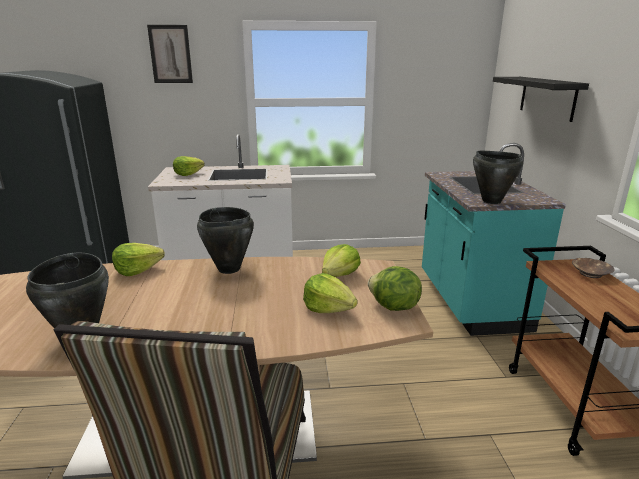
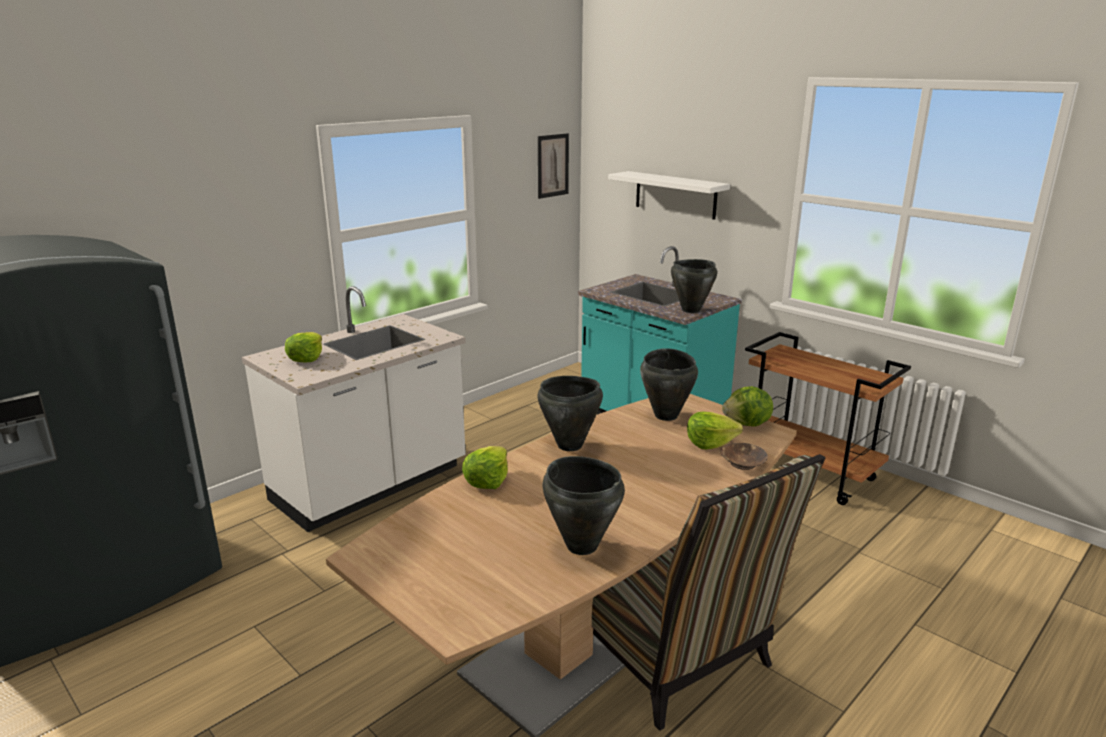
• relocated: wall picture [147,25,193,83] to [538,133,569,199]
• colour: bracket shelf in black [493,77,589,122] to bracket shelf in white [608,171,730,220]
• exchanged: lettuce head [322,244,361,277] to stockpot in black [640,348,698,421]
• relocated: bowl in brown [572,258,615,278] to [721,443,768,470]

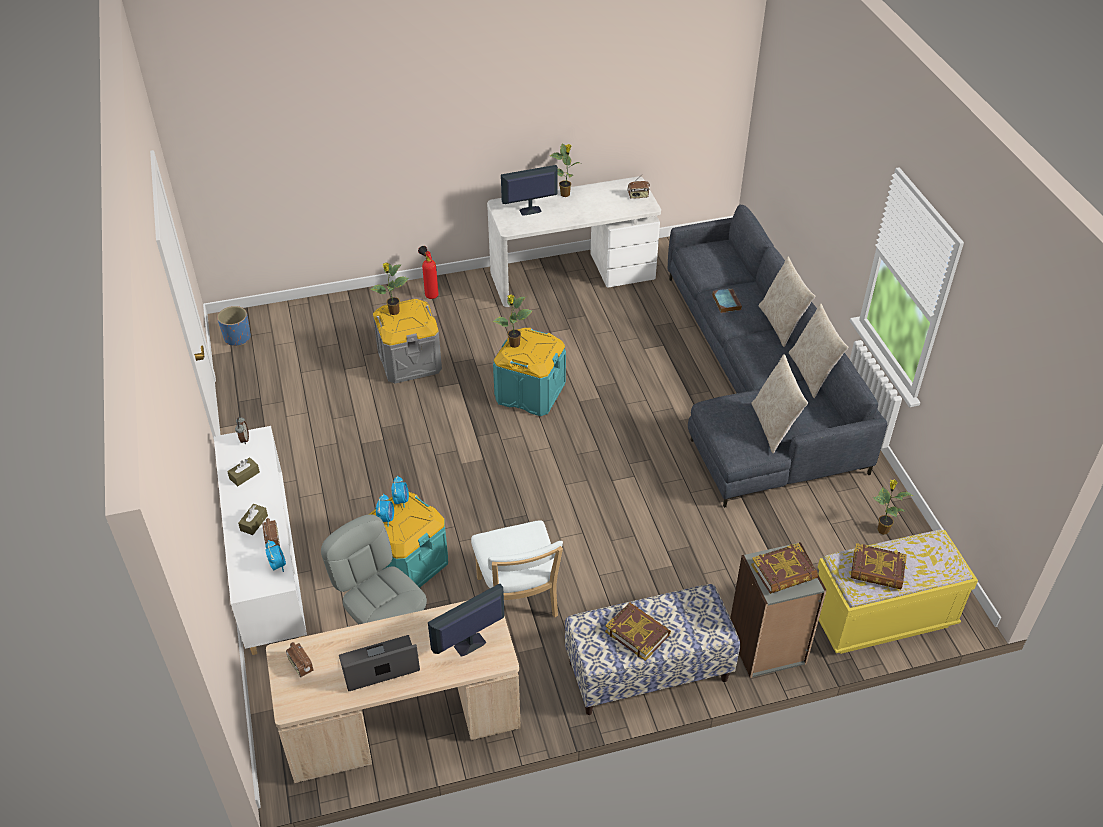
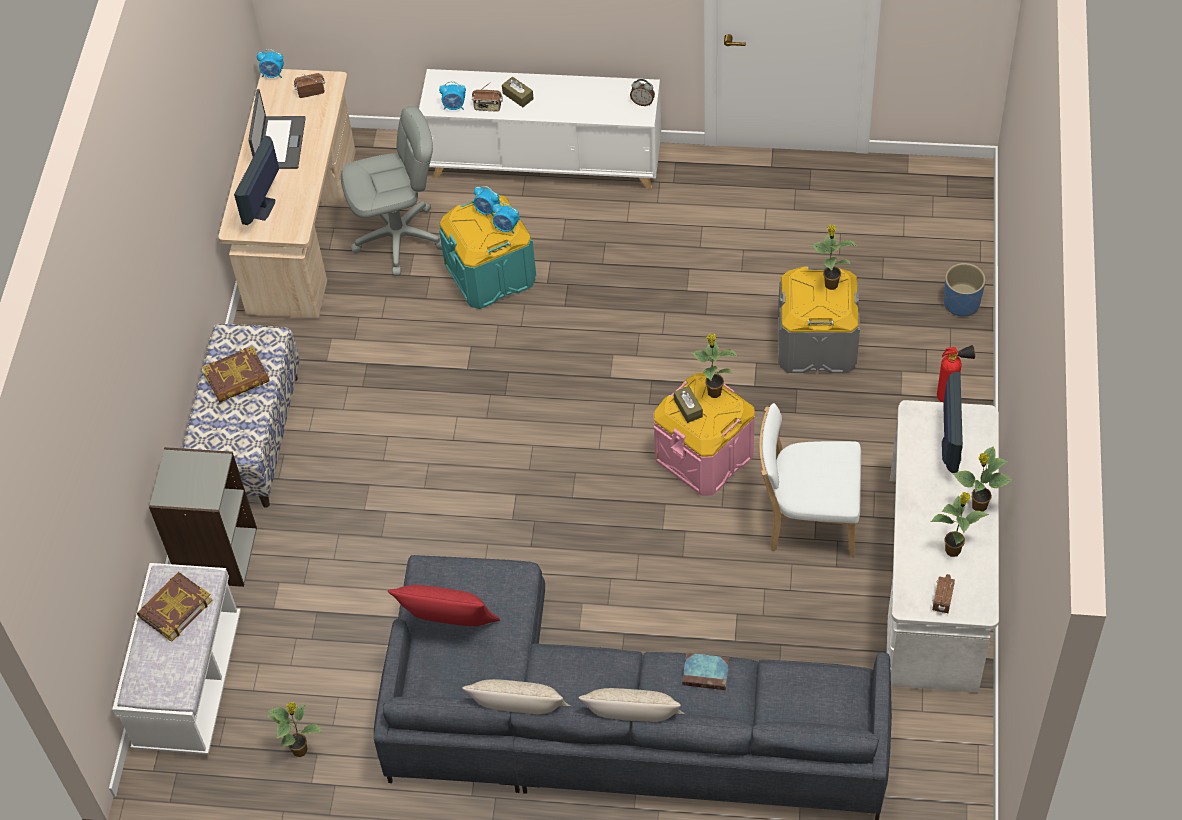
• relocated: flower pot in bluish [217,306,251,346] to [944,263,986,317]
• colour: storage box in turquoise [493,328,566,416] to storage box in pink-coloured [654,373,755,496]
• colour: throw pillow in sand-coloured [751,354,808,453] to throw pillow in red [388,585,500,626]
• relocated: box of tissues in brown [227,457,260,486] to [674,386,703,423]
• relocated: upright chair in white [471,520,563,617] to [759,403,861,556]
• colour: bench in yellow-coloured [818,529,978,654] to bench in white [112,563,241,755]
• missing: book [751,543,818,594]
• spun: computer display [428,584,504,656] = [234,136,279,225] 150 degrees counterclockwise
• appeared: alarm clock [257,49,284,78]
• appeared: potted plant [931,492,989,557]

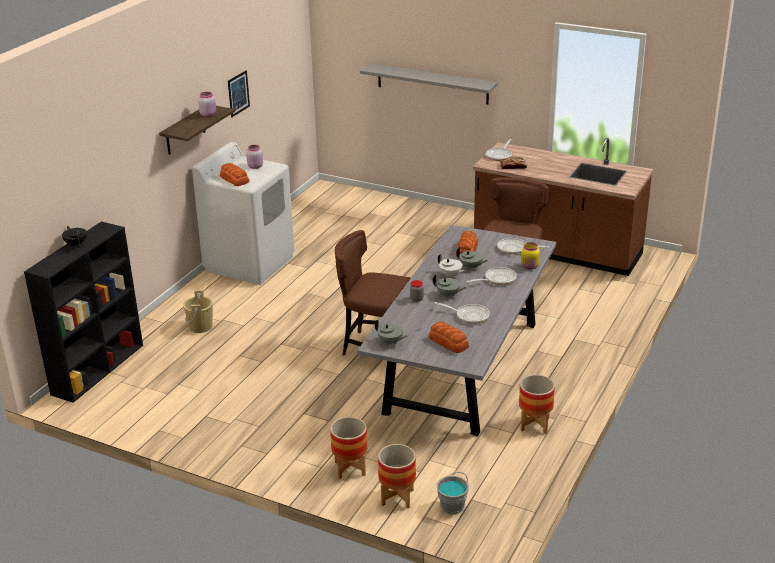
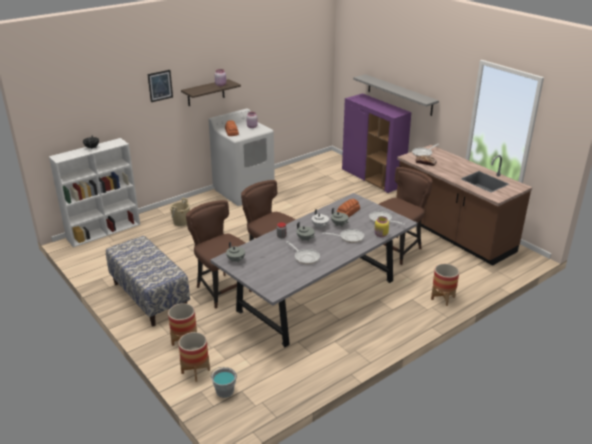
• relocated: wall picture [228,70,250,117] to [147,70,173,102]
• colour: bookshelf in black [24,221,143,403] to bookshelf in white [49,138,140,247]
• missing: bakery bread [429,322,469,353]
• relocated: flower pot [519,375,555,434] to [431,264,459,306]
• appeared: cupboard in purplish [342,93,411,193]
• appeared: upright chair in brown [186,200,252,309]
• appeared: bench [106,236,190,326]

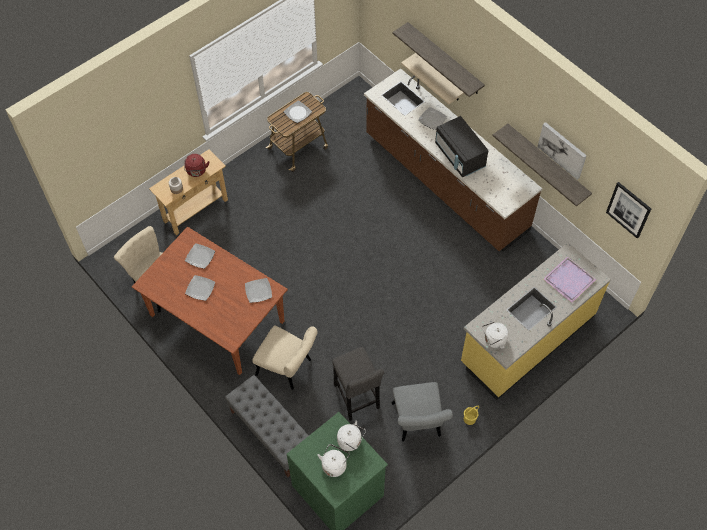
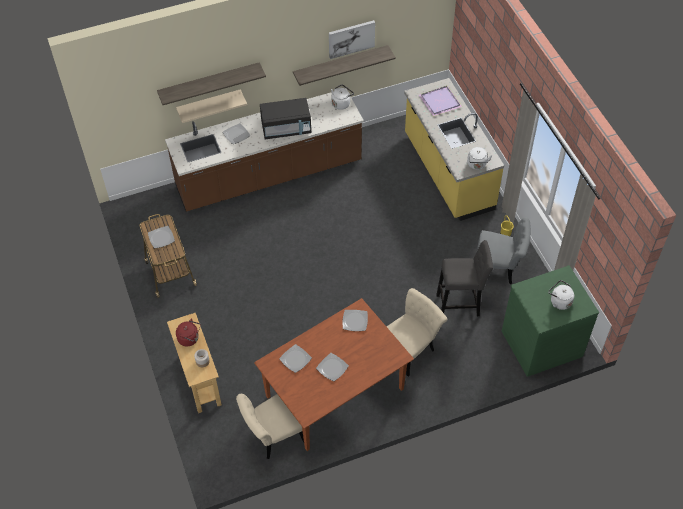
• missing: wall picture [606,182,651,239]
• missing: bench in greyish [225,375,309,477]
• relocated: tea kettle in white [337,420,366,451] to [331,84,354,110]

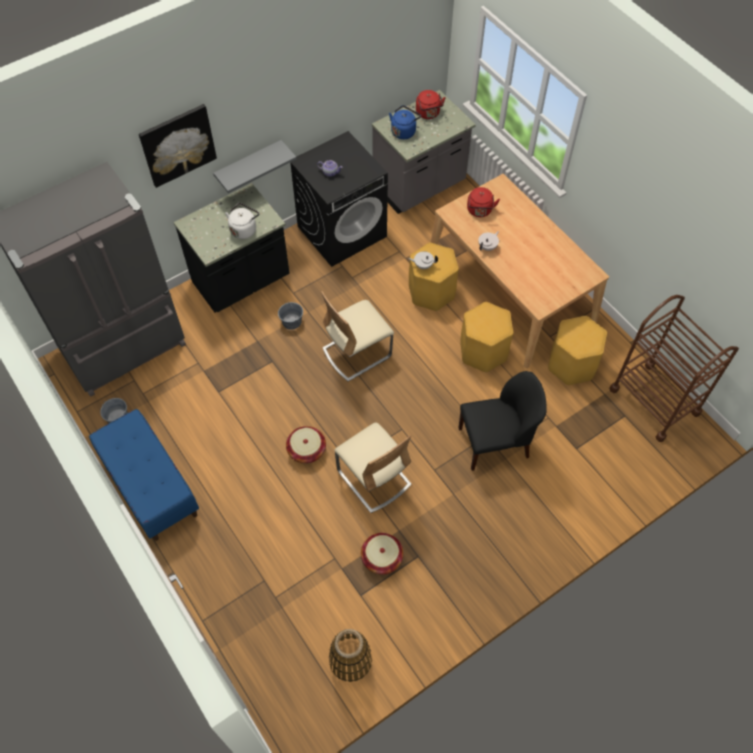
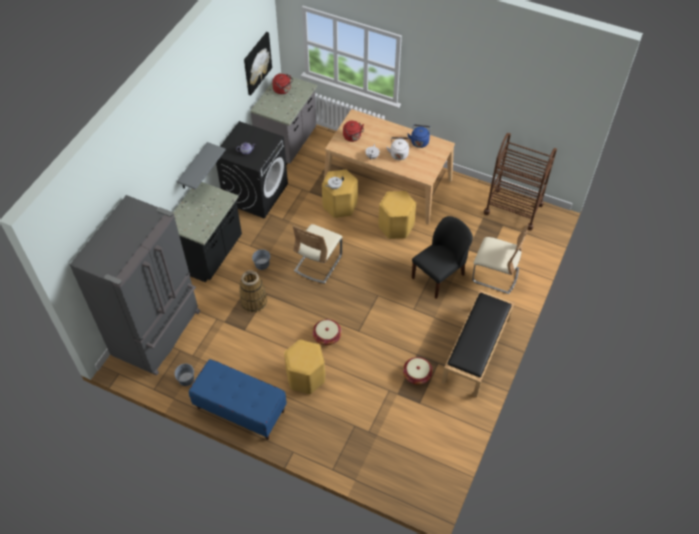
• relocated: wall picture [139,104,217,188] to [244,32,272,96]
• relocated: tea kettle in bluish [389,105,421,139] to [407,125,430,148]
• relocated: tea kettle in white [225,203,259,239] to [387,137,409,160]
• relocated: stool in yellow-coloured [548,316,607,385] to [284,339,325,394]
• relocated: upright chair in sand-coloured [334,422,412,513] to [472,224,528,294]
• relocated: household basket [329,629,372,682] to [239,270,267,313]
• appeared: bench in black [441,290,514,397]

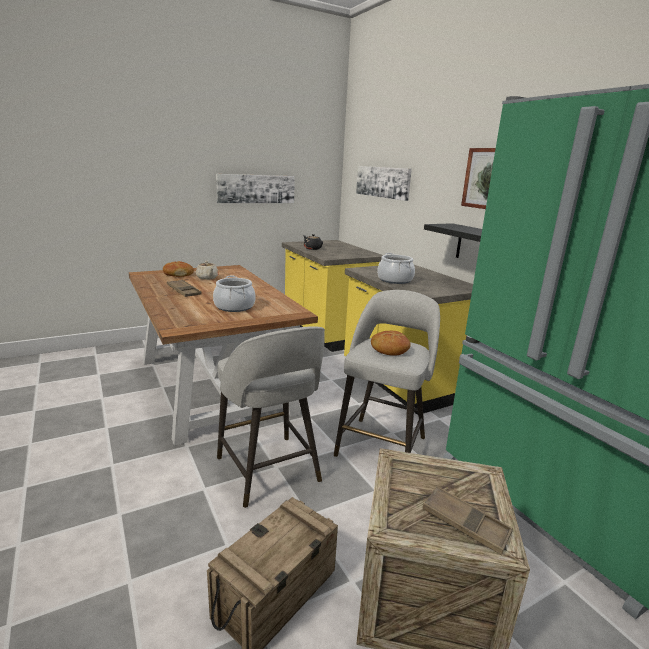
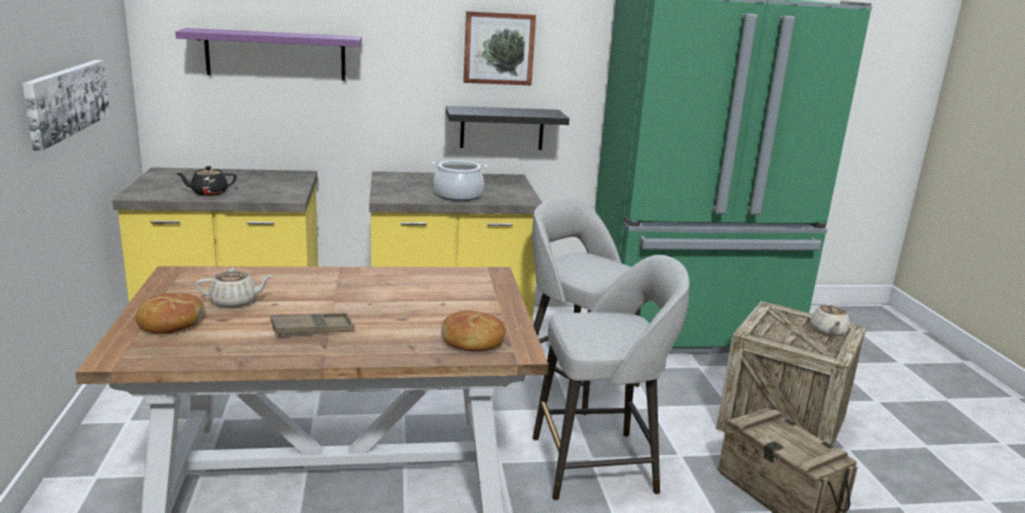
• exchanged: wall picture [356,166,412,201] to bracket shelf in purplish [175,28,362,80]
• missing: stockpot [213,276,256,312]
• relocated: bakery bread [371,331,411,356] to [442,310,506,351]
• exchanged: serving tray in brown [423,486,513,555] to teapot in sand-coloured [811,303,850,337]

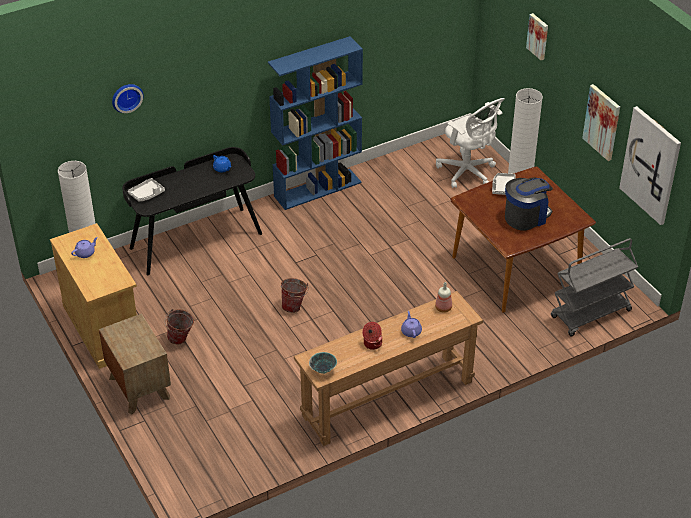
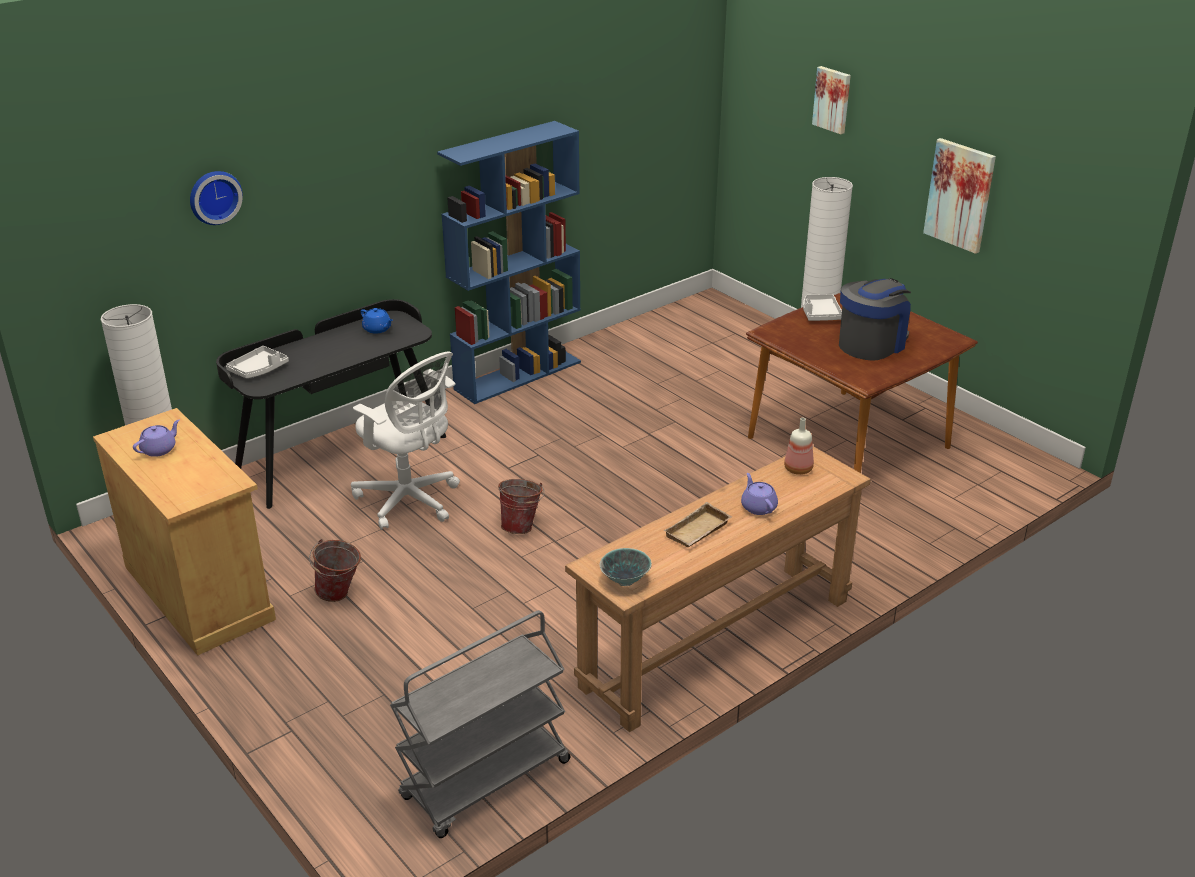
• relocated: desk chair in white [436,98,504,188] to [351,351,460,530]
• missing: wall picture [619,106,681,225]
• relocated: trolley in greyish [551,238,638,336] to [390,610,571,838]
• missing: nightstand in brown [99,314,171,415]
• exchanged: stockpot [362,322,382,350] to serving tray in sand-coloured [664,502,732,547]

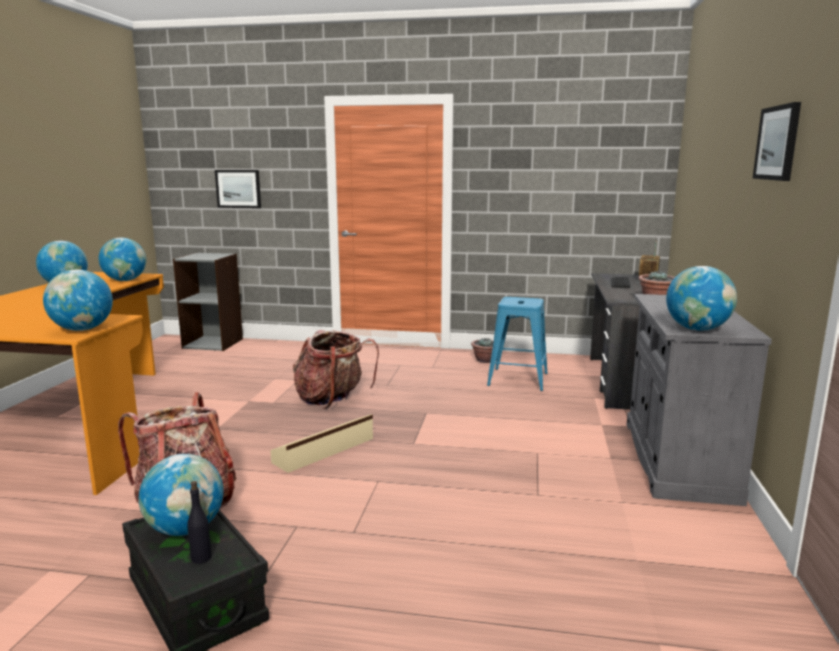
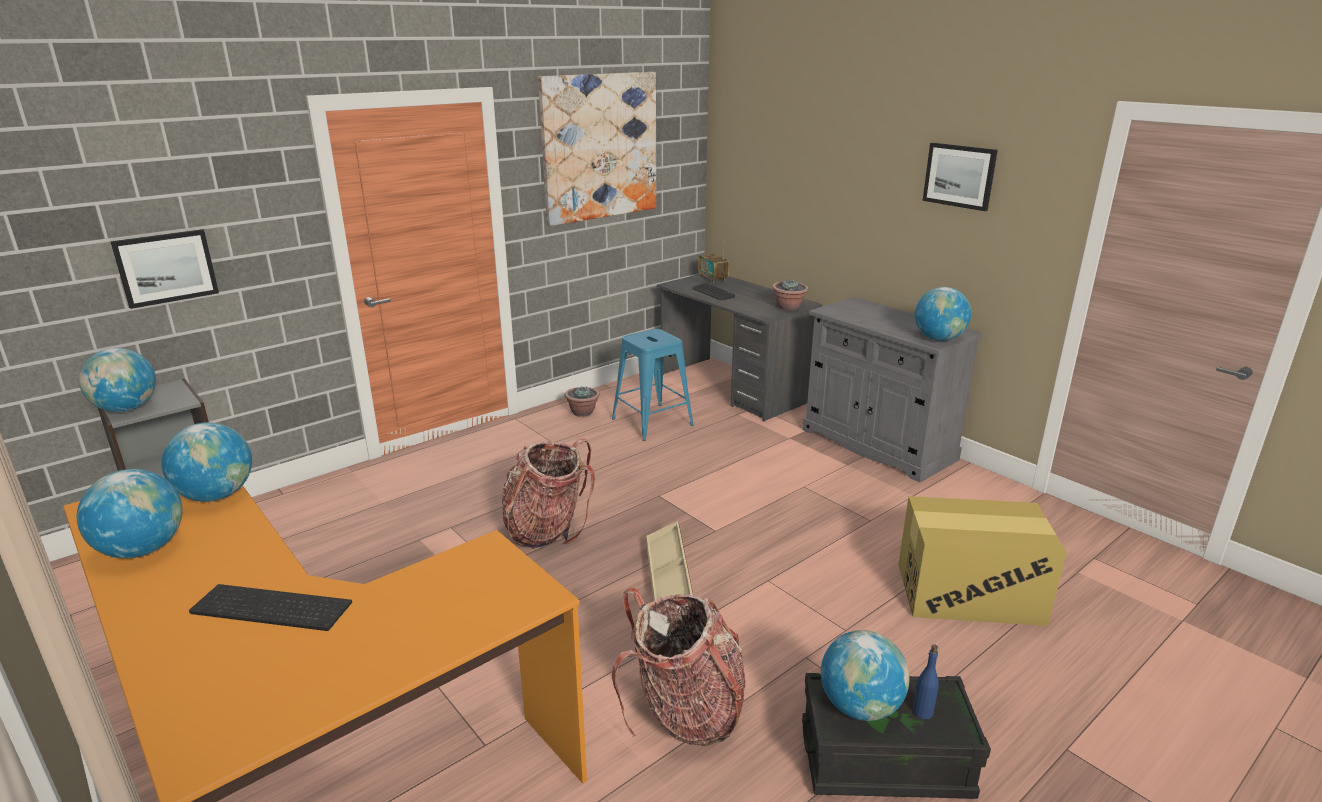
• relocated: world globe [43,270,113,331] to [79,348,156,412]
• colour: bottle in black [187,481,212,564] to bottle in bluish [913,644,939,719]
• appeared: wall picture [538,72,656,226]
• appeared: carton [898,496,1067,626]
• appeared: PC keyboard [189,584,352,631]

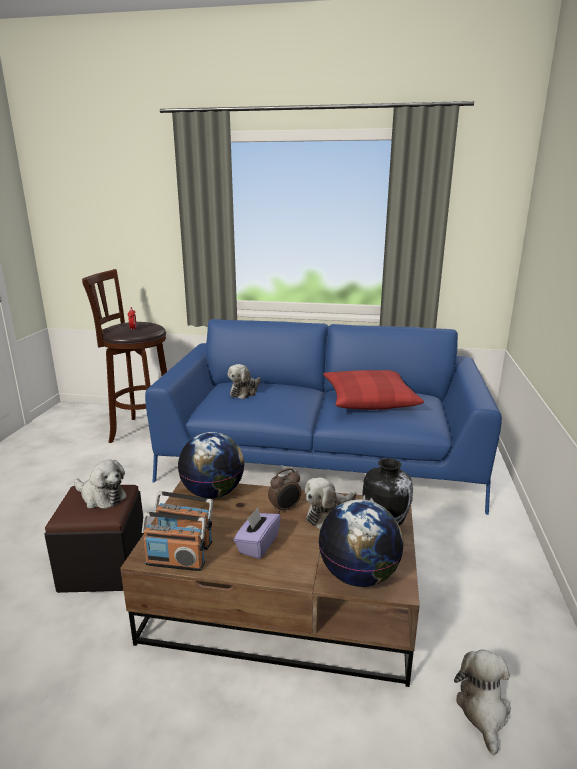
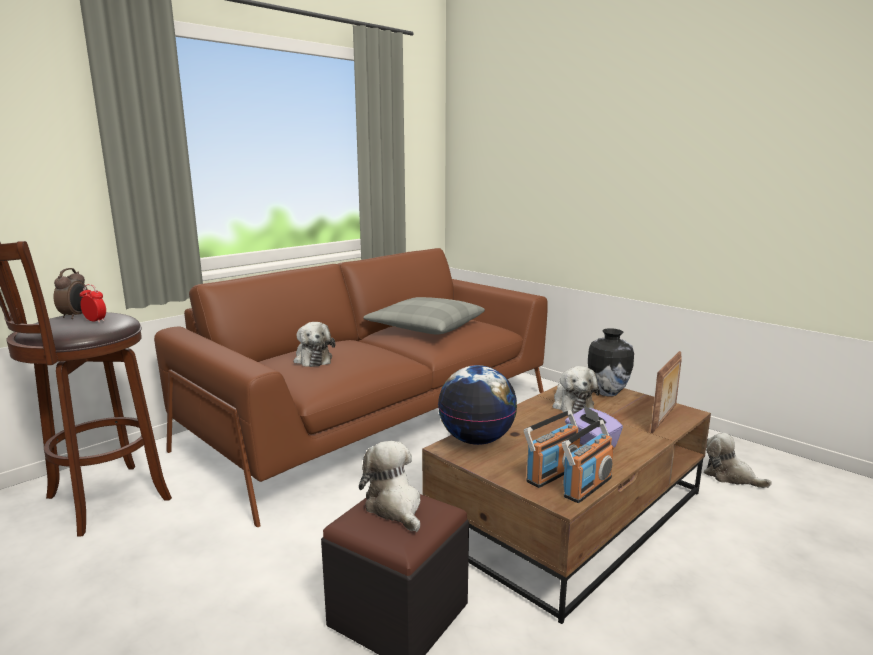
• colour: couch in bluish [145,319,502,515] to couch in brown [154,248,548,527]
• colour: throw pillow in red [323,370,424,410] to throw pillow in greyish [363,297,485,334]
• spun: plush toy [74,460,127,509] = [359,441,420,532] 90 degrees counterclockwise
• relocated: alarm clock [268,468,301,514] to [53,268,88,319]
• exchanged: world globe [318,499,404,587] to standing frame [651,351,682,433]

